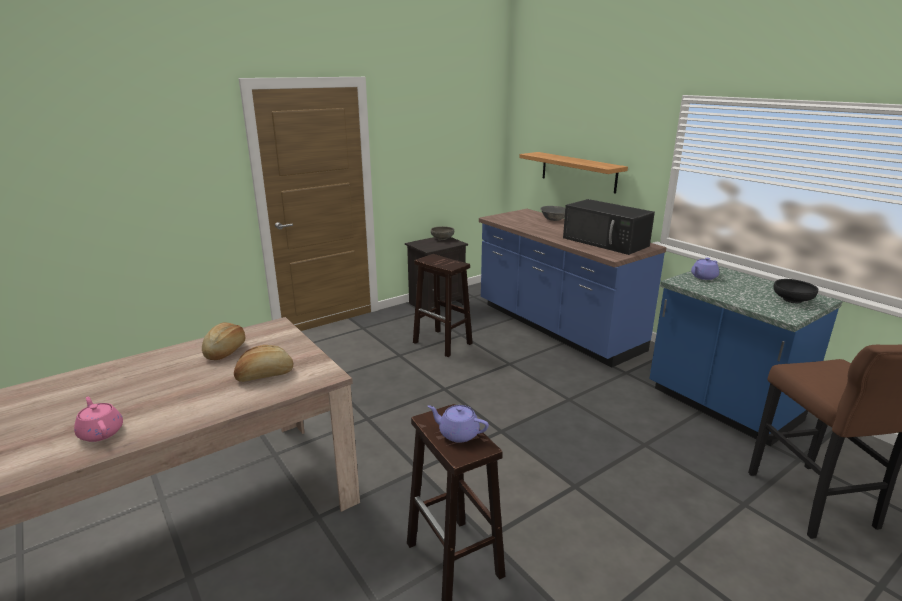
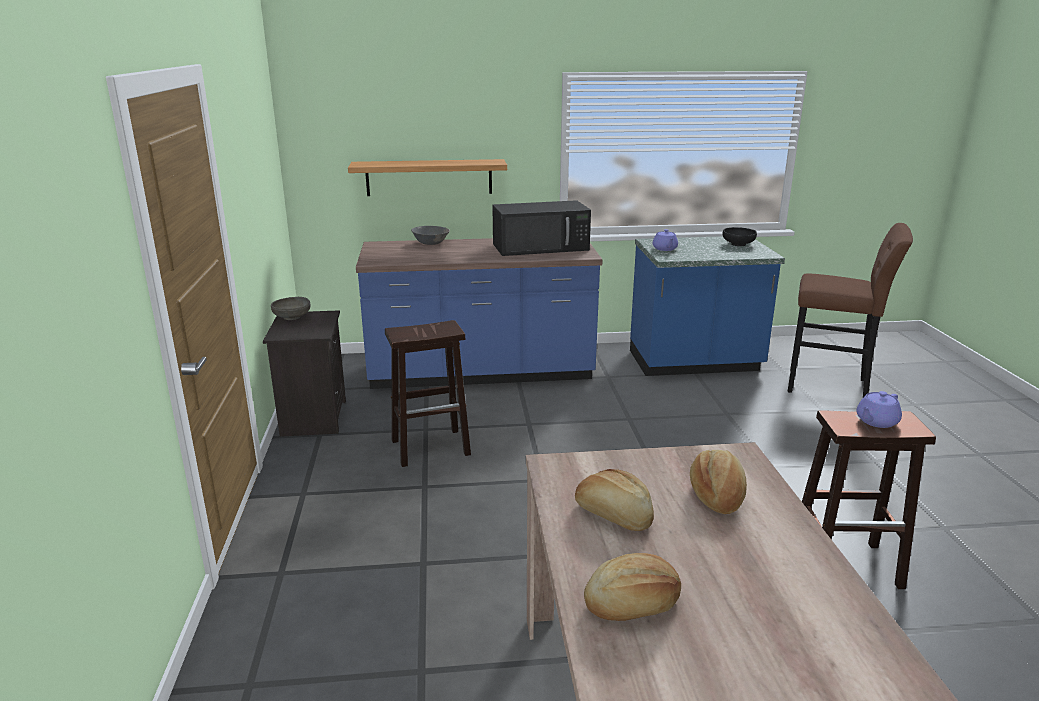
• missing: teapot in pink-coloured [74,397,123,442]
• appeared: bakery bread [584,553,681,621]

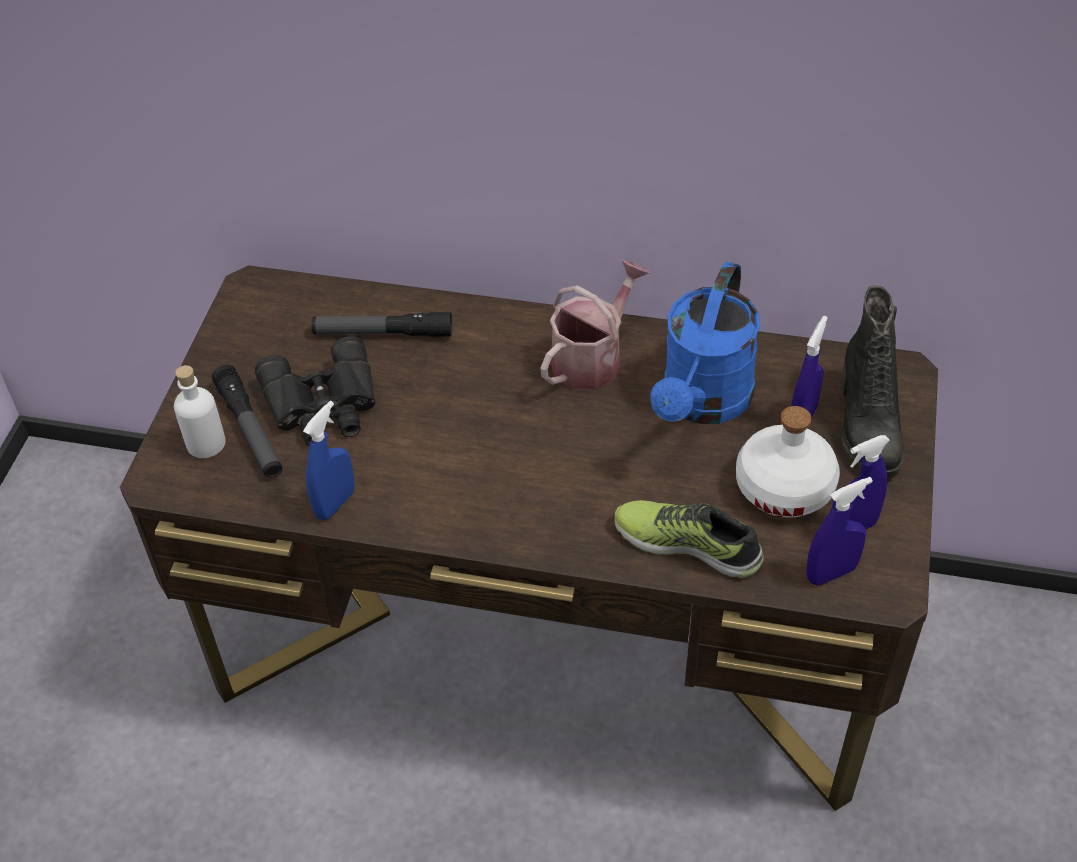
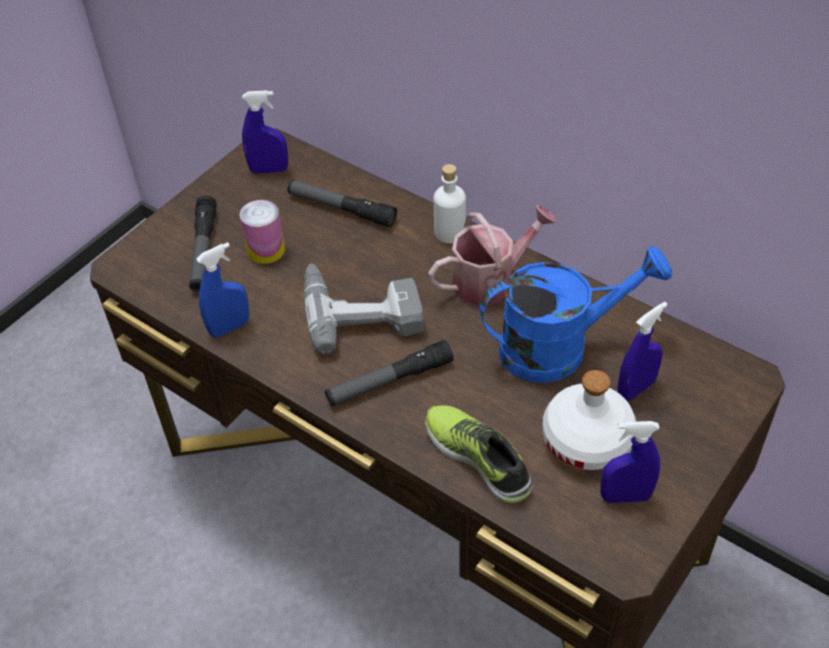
• spun: sprinkling can in bluish [650,262,760,424] = [480,246,672,383] 150 degrees counterclockwise
• missing: tall boot in black [841,286,903,478]
• exchanged: field glasses in black [255,336,376,446] to metal can [240,200,285,264]
• relocated: bottle in white [174,365,226,458] to [433,164,466,243]
• relocated: spray bottle in bluish [806,477,873,586] to [242,90,288,173]
• appeared: drill [304,264,424,354]
• appeared: hand torch [325,340,454,406]

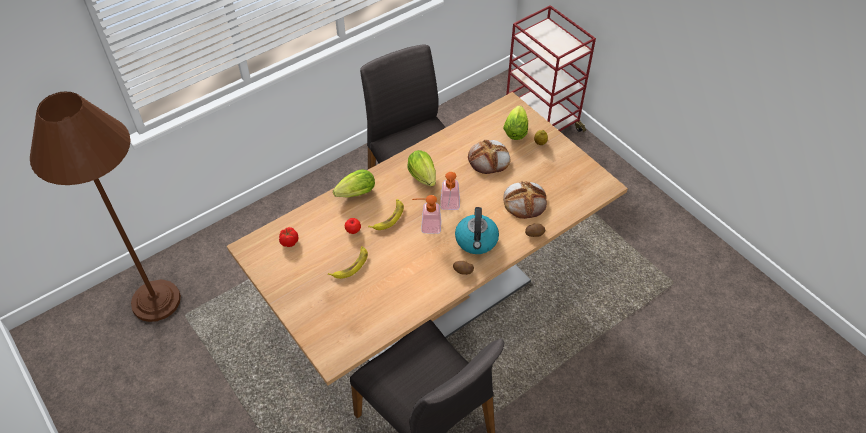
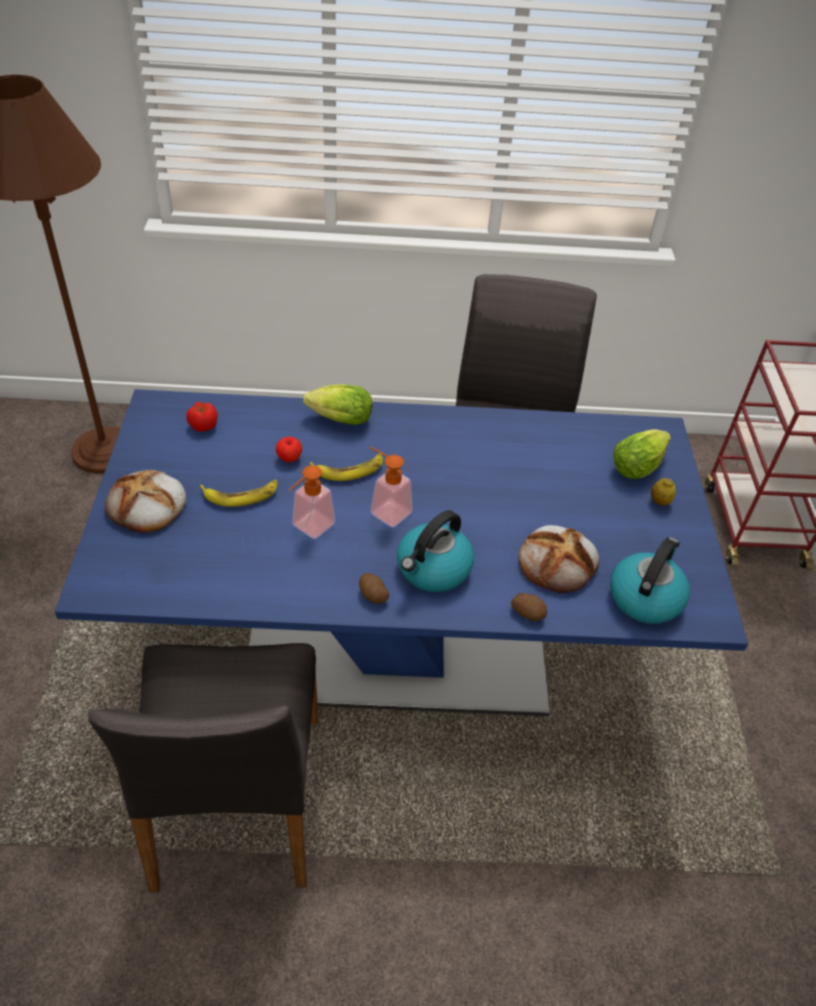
• colour: kitchen table in sand-coloured [227,92,628,385] to kitchen table in bluish [55,389,748,716]
• relocated: bakery bread [468,140,510,174] to [105,470,186,532]
• missing: lettuce head [408,150,436,187]
• relocated: soap dispenser [441,172,460,210] to [288,465,335,539]
• appeared: tea kettle [610,537,690,624]

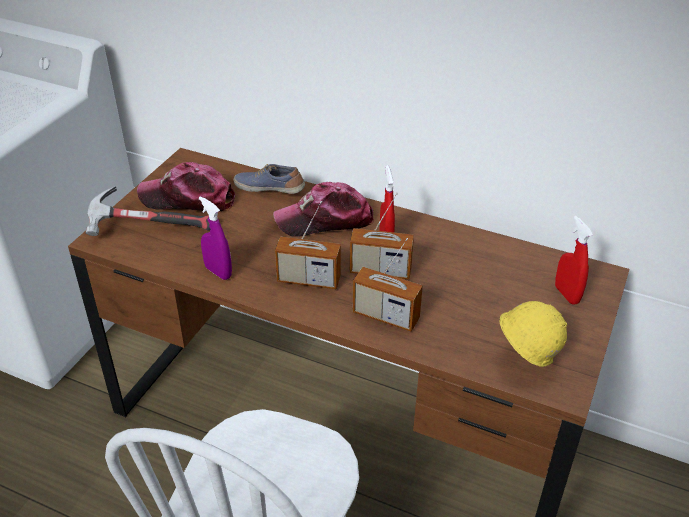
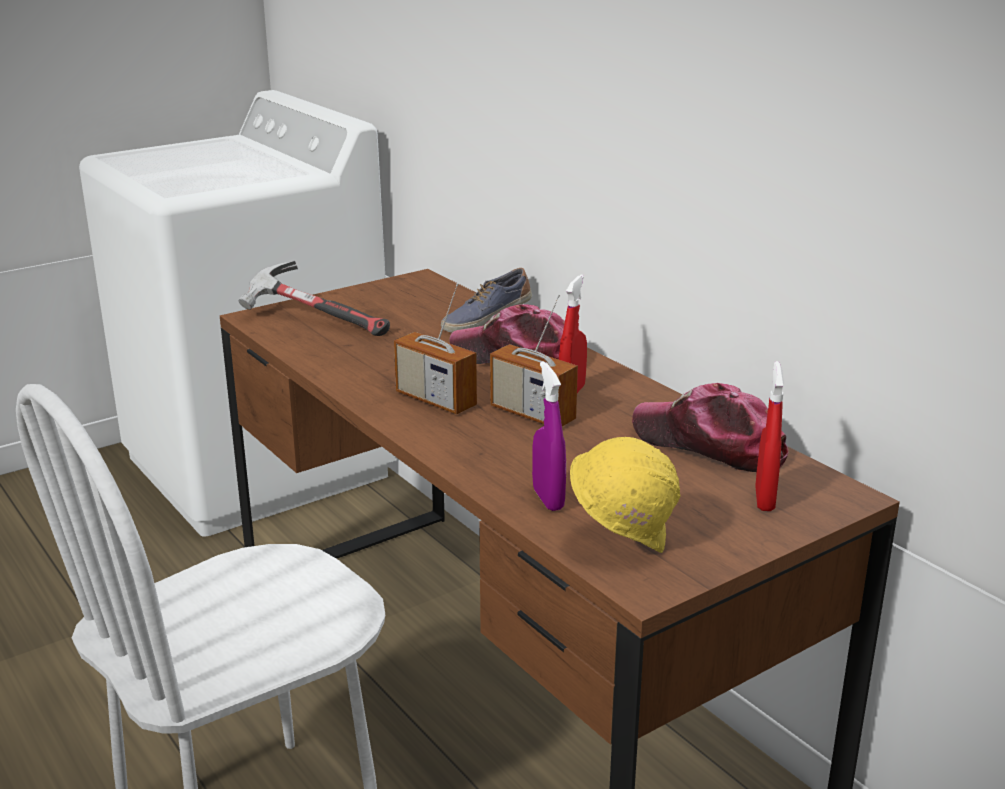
• relocated: cap [137,162,235,212] to [632,383,789,472]
• spun: item of footwear [233,164,305,194] = [441,268,532,333] 90 degrees counterclockwise
• relocated: spray bottle in purplish [199,196,232,280] to [532,361,566,511]
• missing: radio receiver [353,238,423,331]

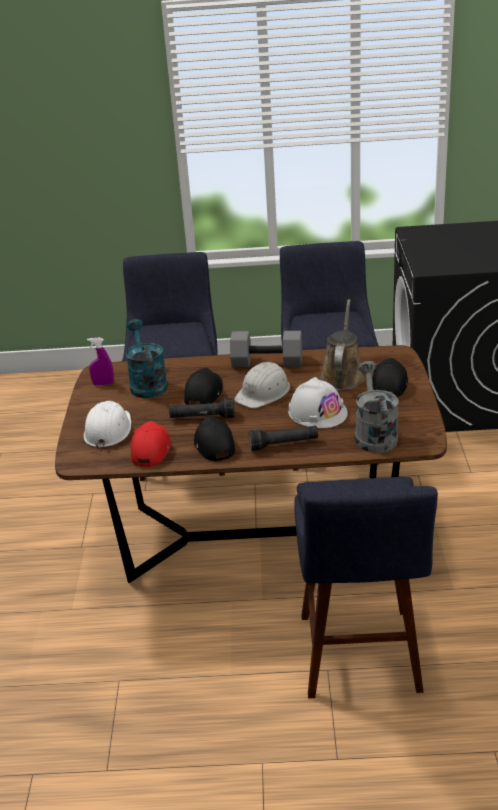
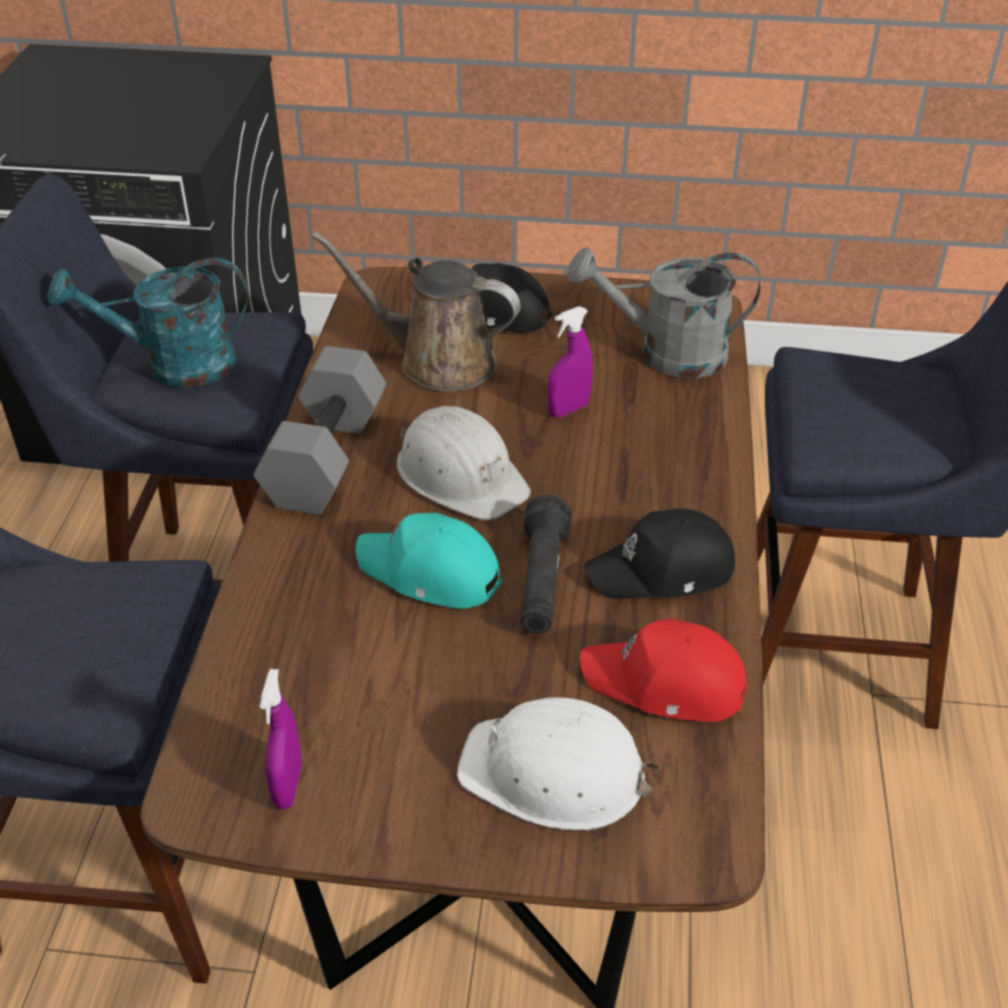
• relocated: sprinkling can in turquoise [125,319,168,398] to [47,258,248,388]
• colour: cap in black [184,368,223,405] to cap in turquoise [355,513,502,609]
• exchanged: hard hat in white [288,377,348,428] to spray bottle in purplish [547,306,593,417]
• missing: hand torch in black [249,426,318,451]

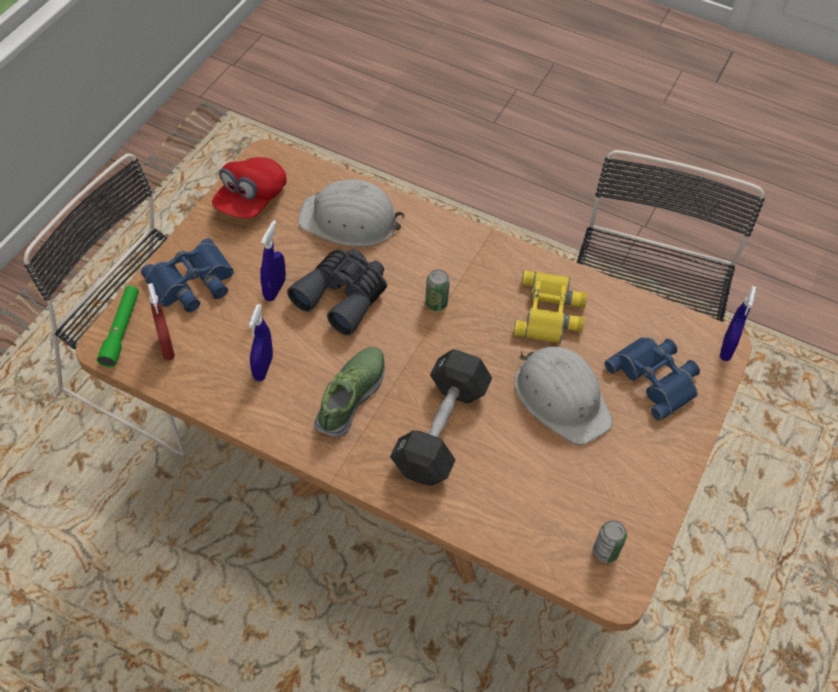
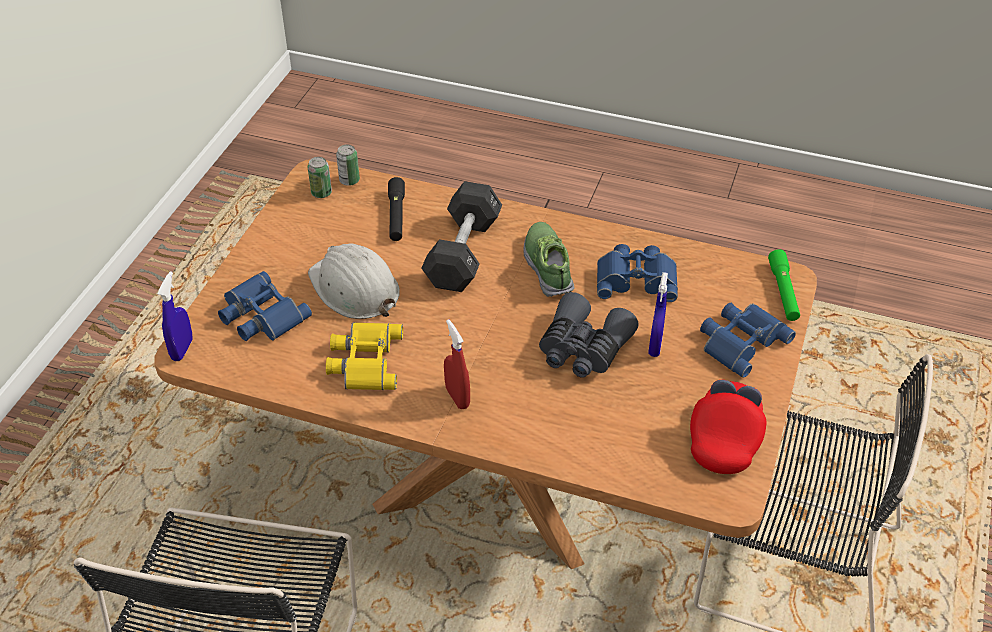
• missing: hard hat in white [298,180,405,247]
• relocated: metal can [425,269,450,311] to [336,144,360,186]
• relocated: spray bottle in red [148,283,175,361] to [444,319,470,409]
• exchanged: spray bottle in bluish [249,304,273,381] to field glasses in bluish [597,244,678,302]
• spun: item of footwear [314,347,385,437] = [524,222,574,297] 150 degrees clockwise
• appeared: hand torch in black [388,177,405,241]

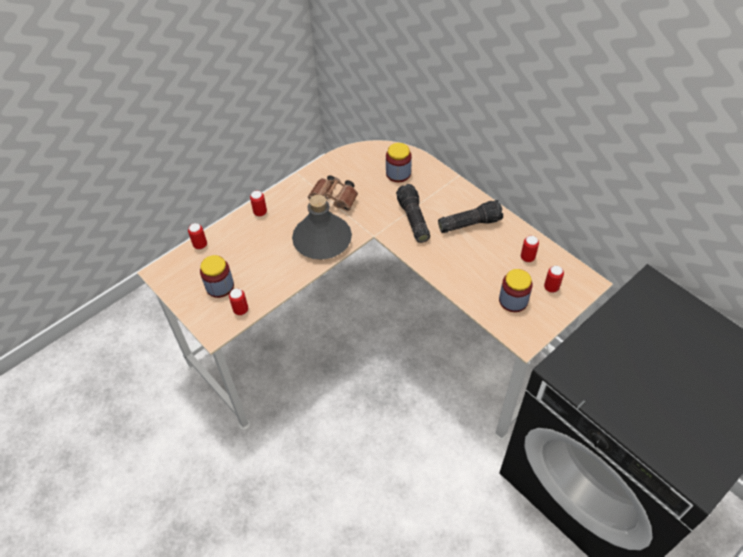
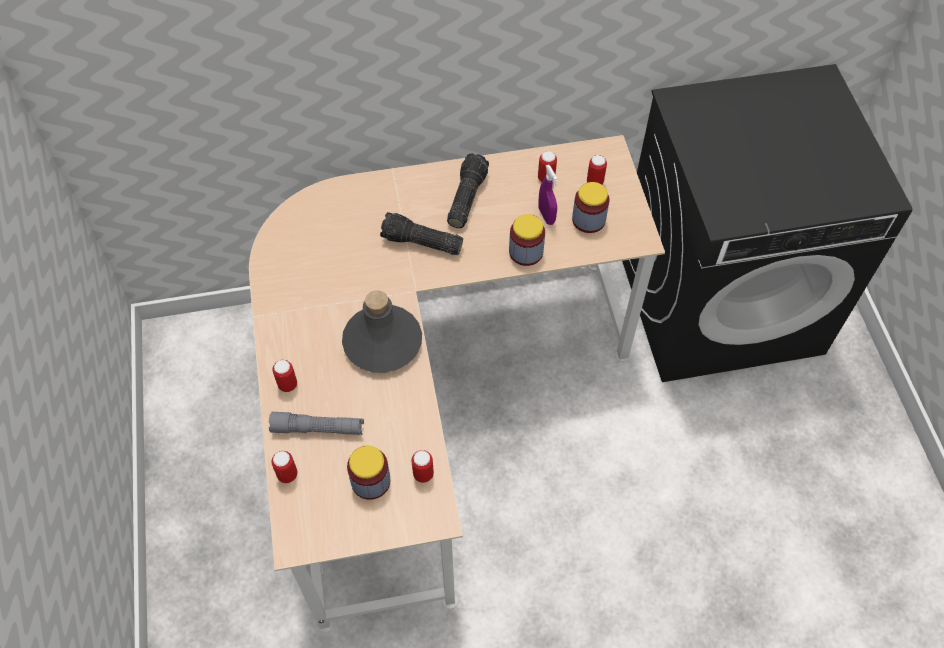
• relocated: jar [386,143,412,182] to [509,214,545,266]
• missing: field glasses in brown [308,175,358,211]
• appeared: spray bottle in purplish [538,165,557,225]
• appeared: hand torch in greyish [269,412,364,435]

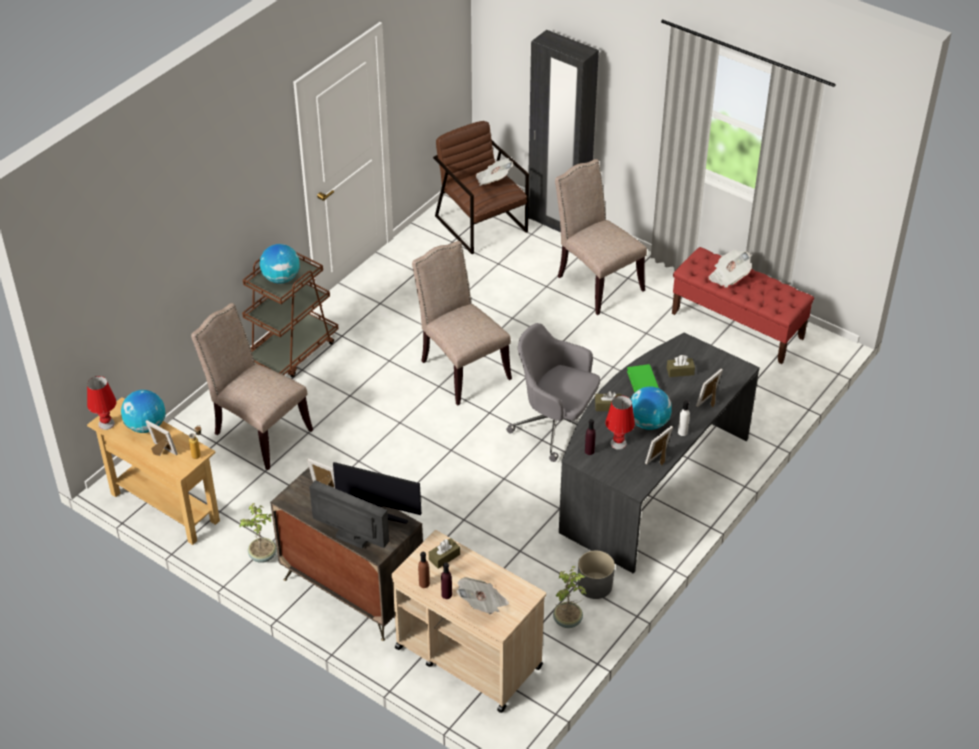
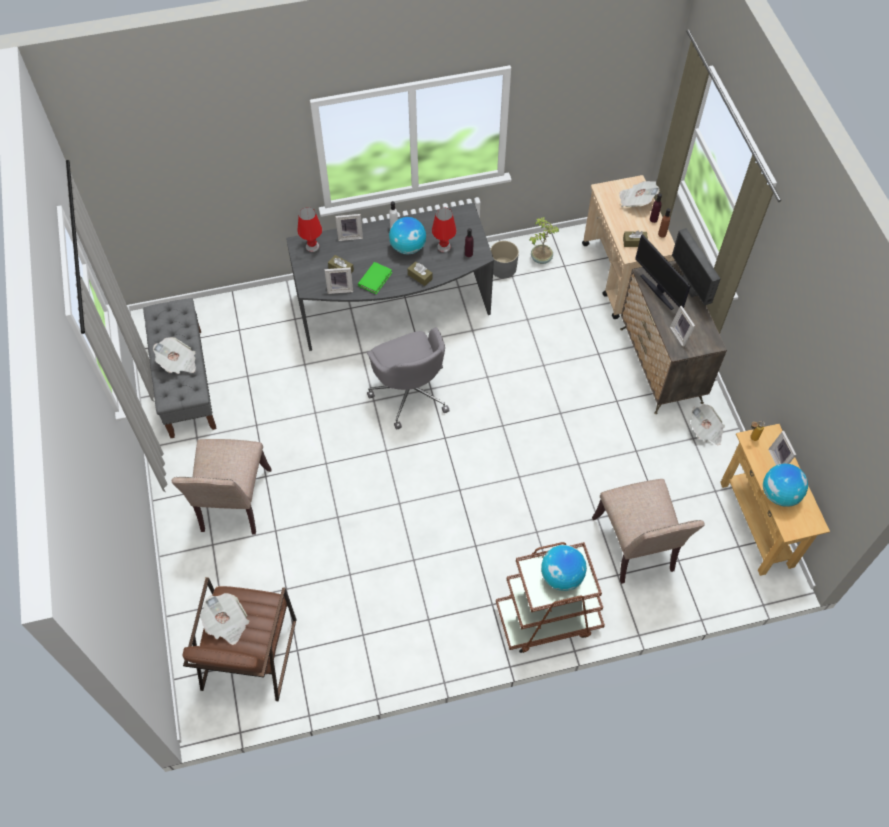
• missing: clothes cupboard in black [528,30,599,232]
• missing: upright chair in sand-coloured [412,241,512,406]
• colour: bench in red [672,247,814,364] to bench in greyish [143,298,217,438]
• relocated: tabletop lamp in red [87,376,117,430] to [297,207,322,252]
• relocated: standing frame [645,426,673,465] to [325,268,353,294]
• exchanged: potted plant [239,503,277,563] to printed paper [691,404,725,445]

